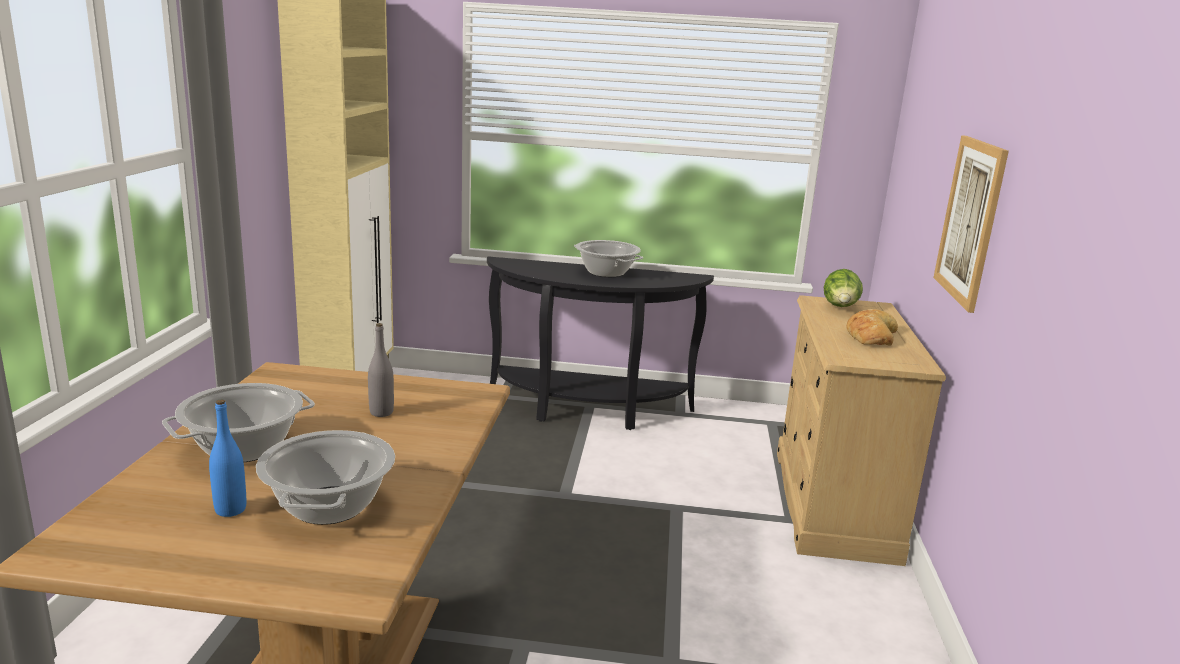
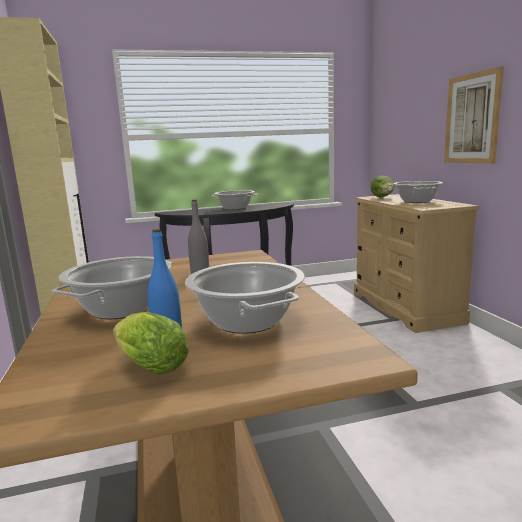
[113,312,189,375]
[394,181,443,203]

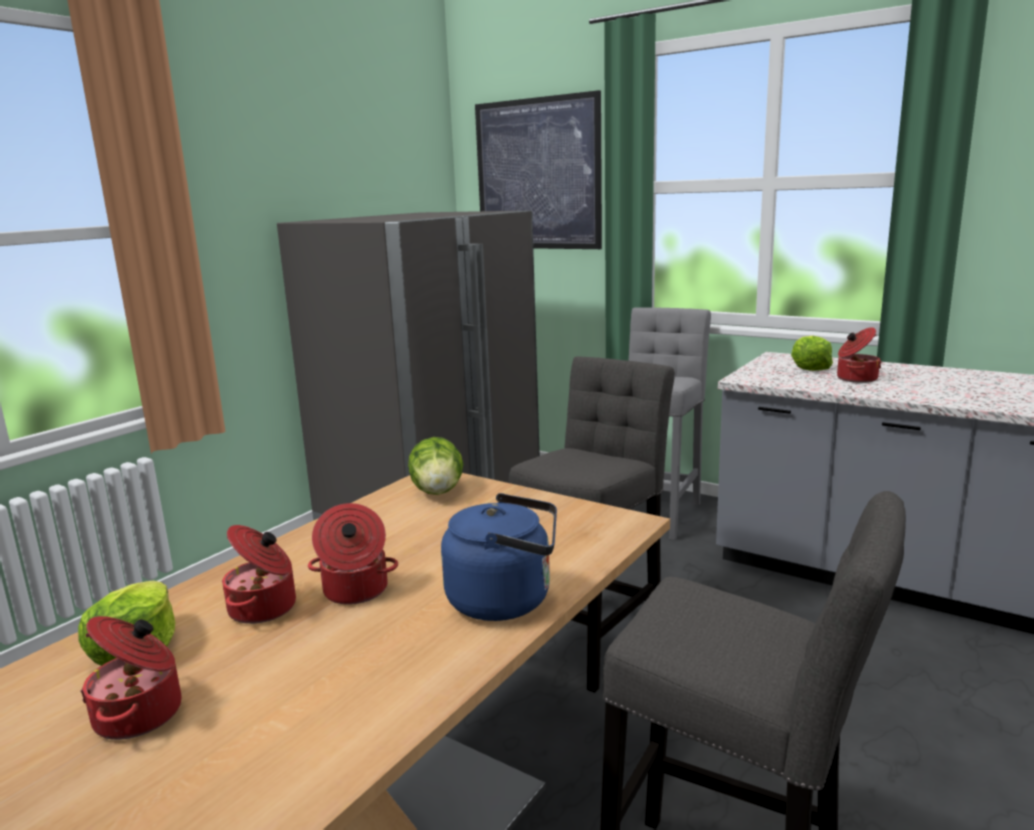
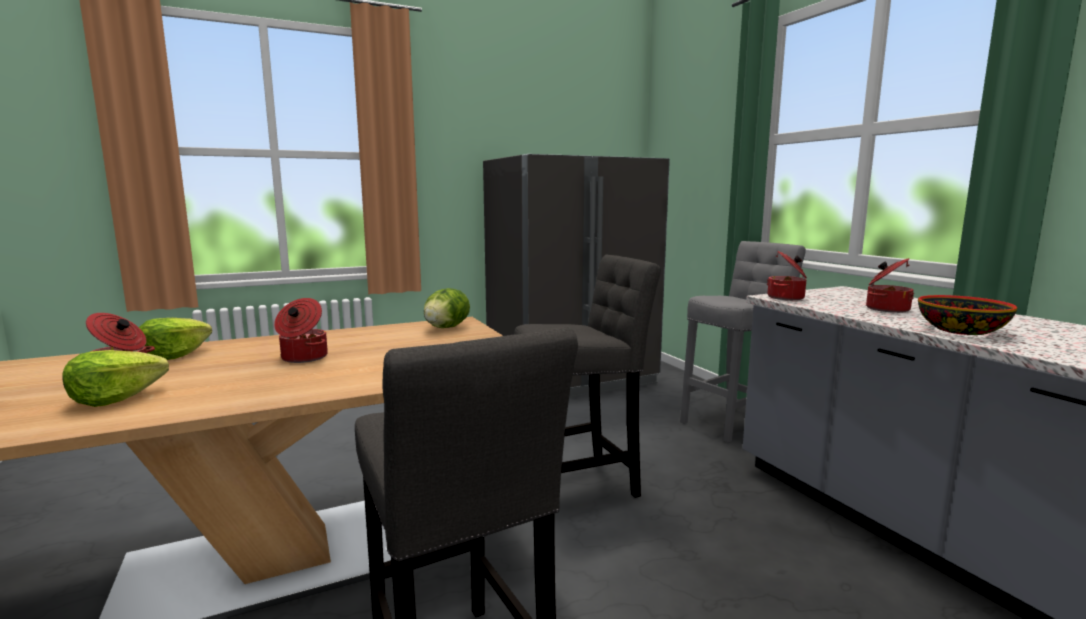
[62,350,169,407]
[767,251,807,300]
[918,295,1017,335]
[441,493,557,621] (first image)
[475,90,602,249] (first image)

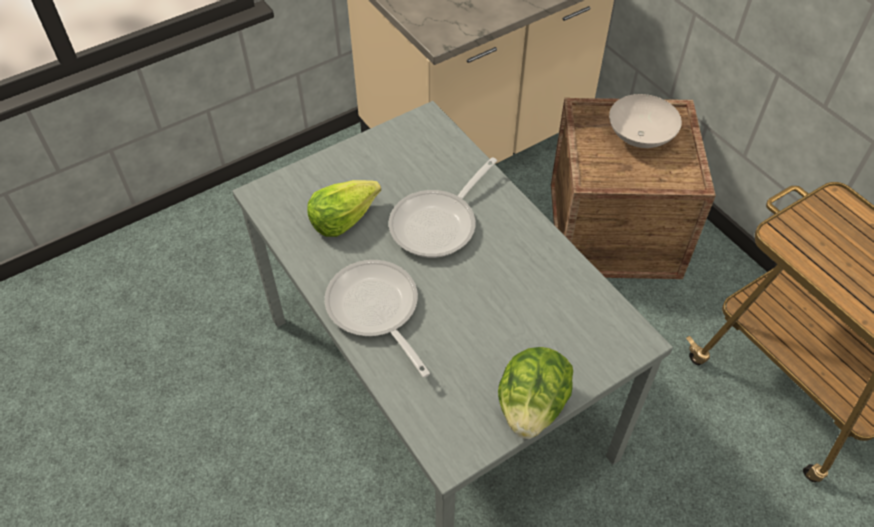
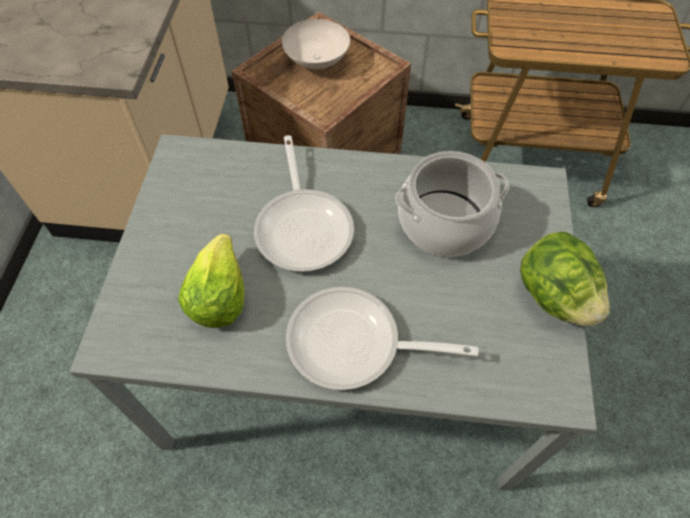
[395,151,509,257]

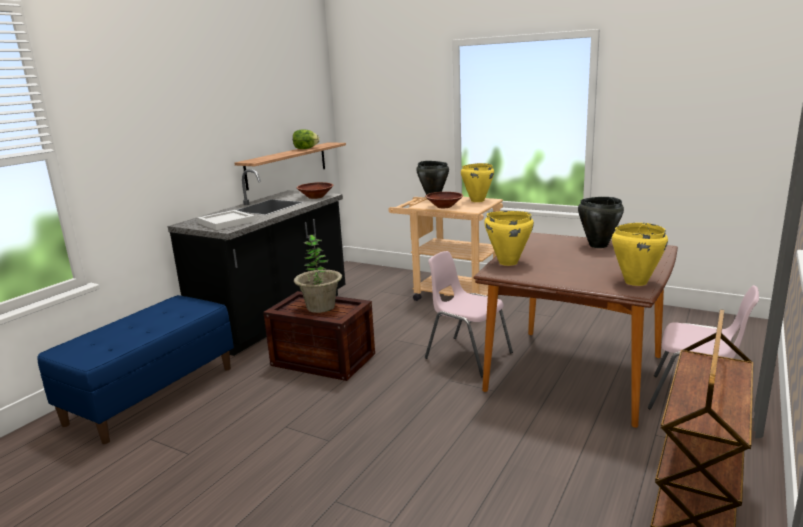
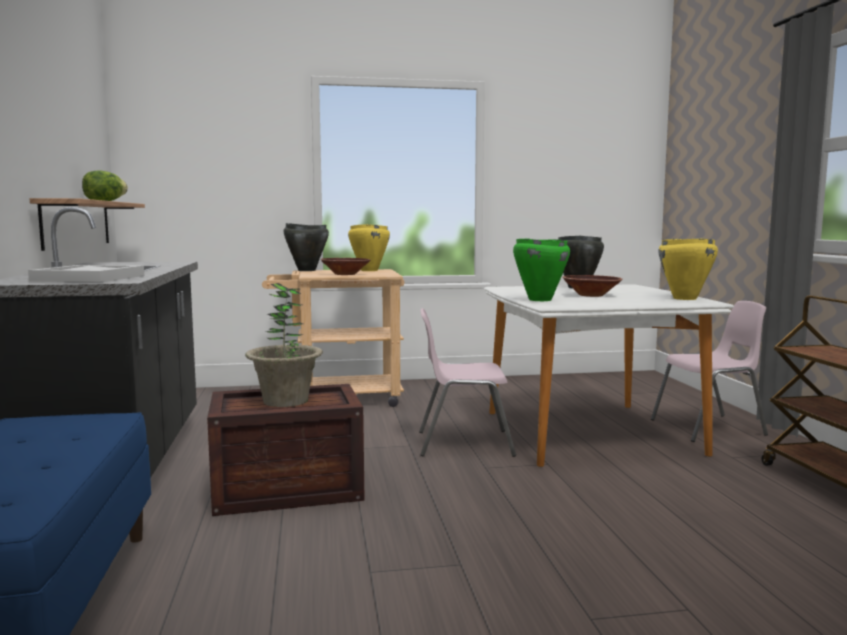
[484,284,734,467]
[513,238,570,301]
[562,275,622,297]

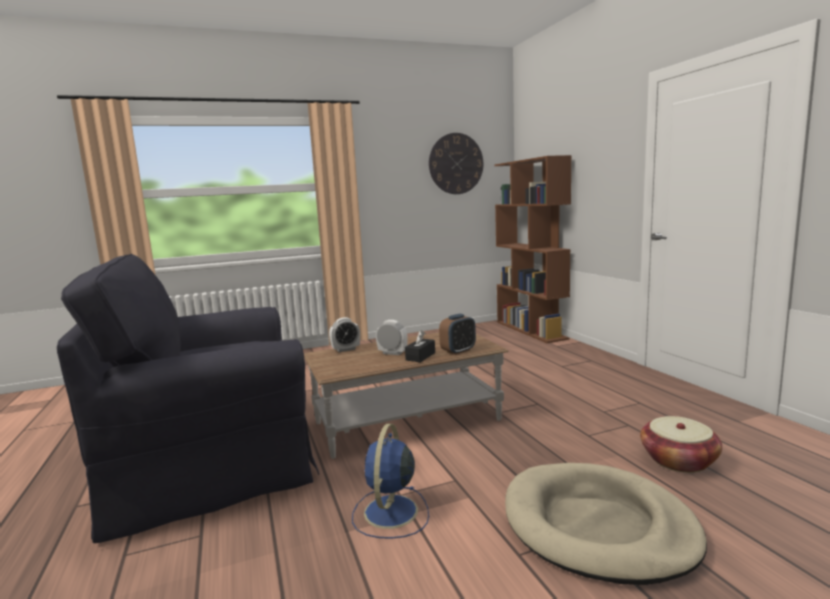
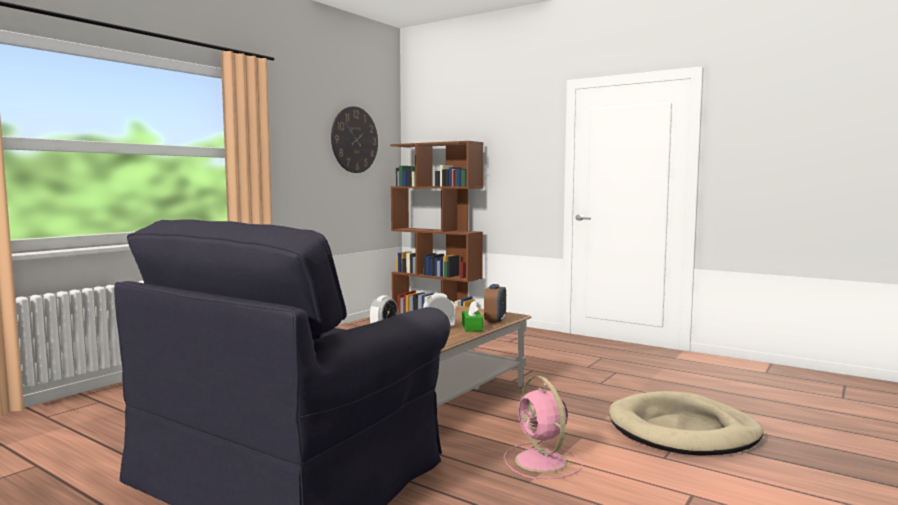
[462,301,483,332]
[504,376,582,479]
[640,416,722,473] (first image)

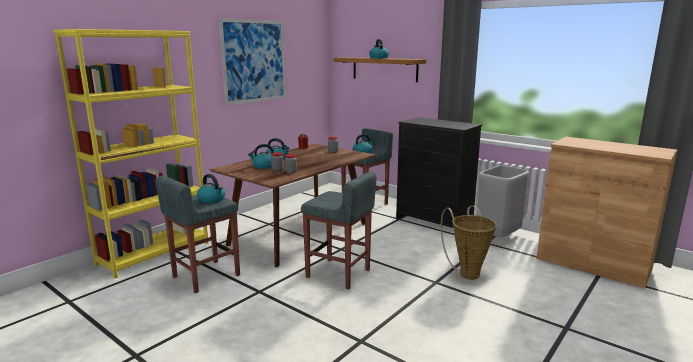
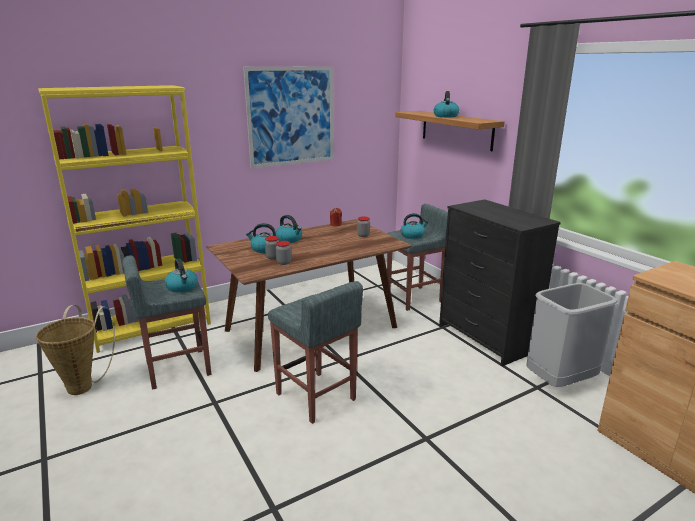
[36,305,115,395]

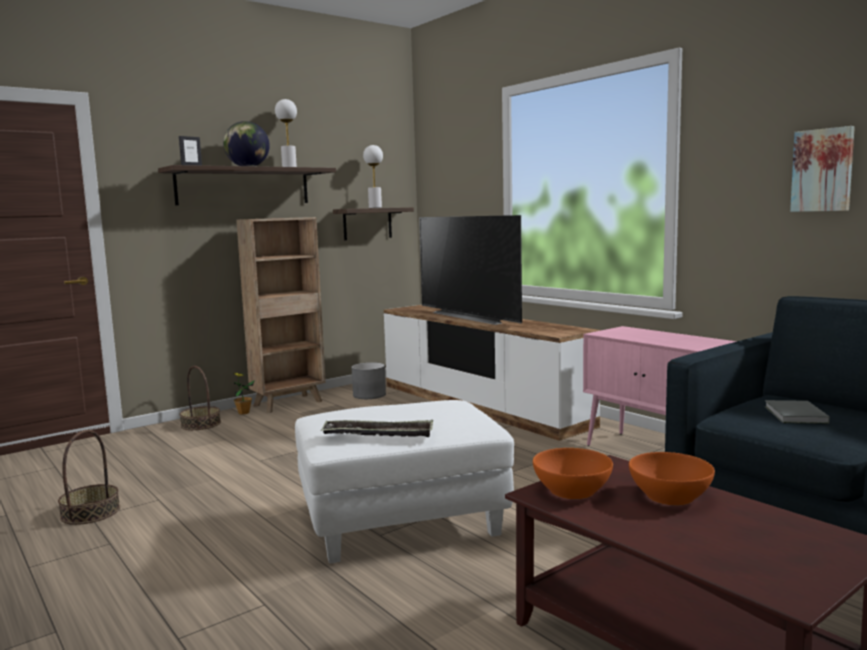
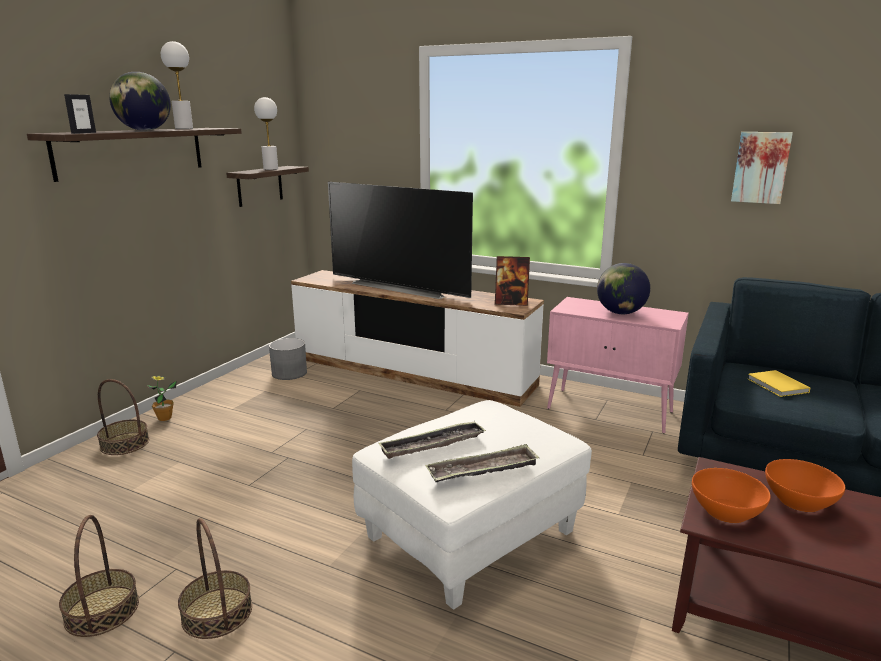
[178,518,252,639]
[379,421,486,459]
[495,256,530,306]
[597,263,650,314]
[747,370,810,397]
[236,217,326,413] (first image)

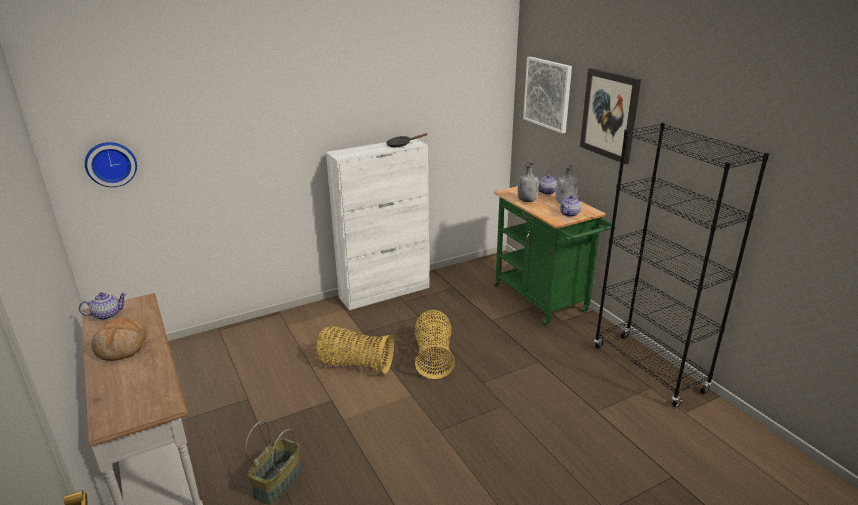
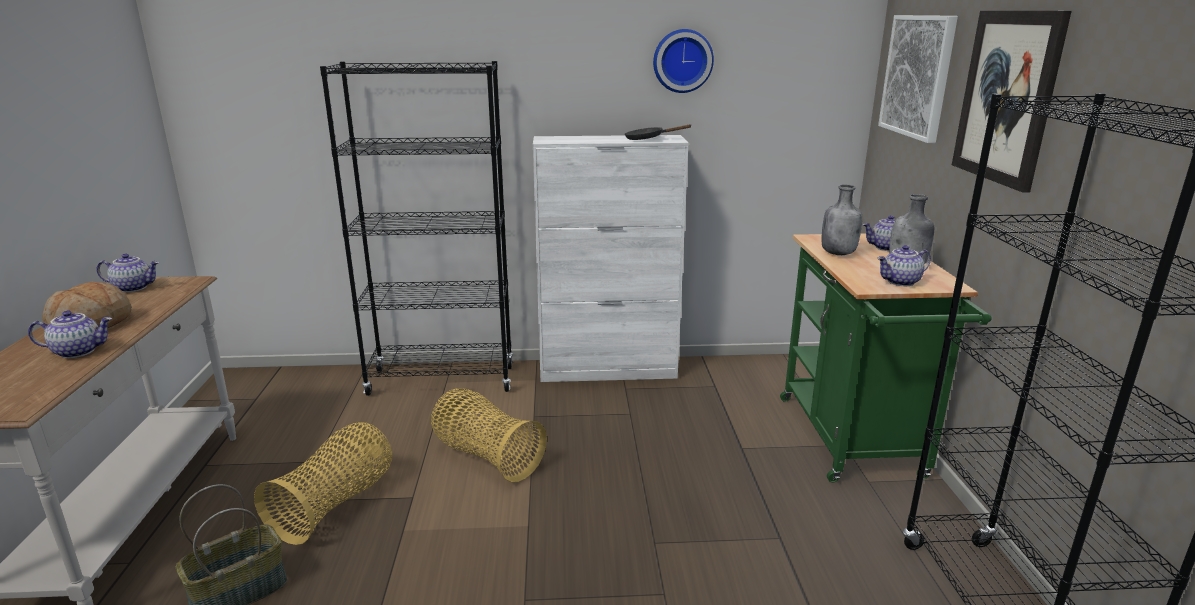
[28,310,112,358]
[254,422,392,545]
[320,61,513,396]
[653,29,714,93]

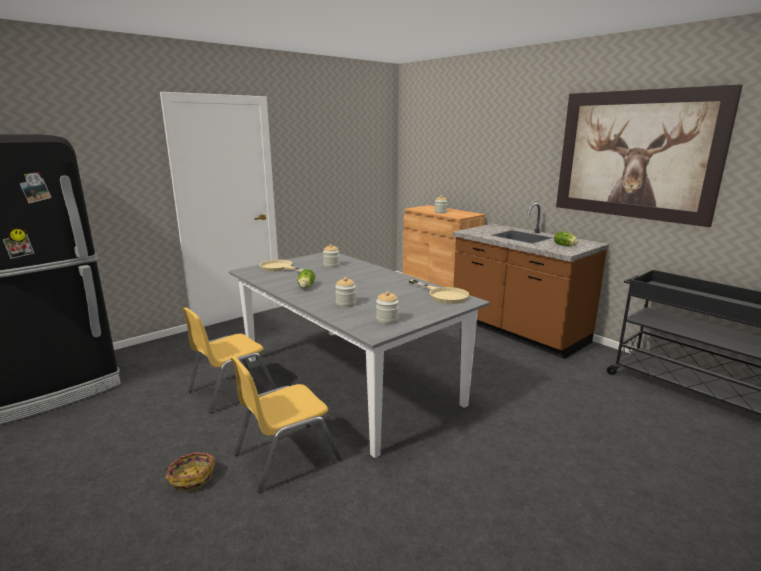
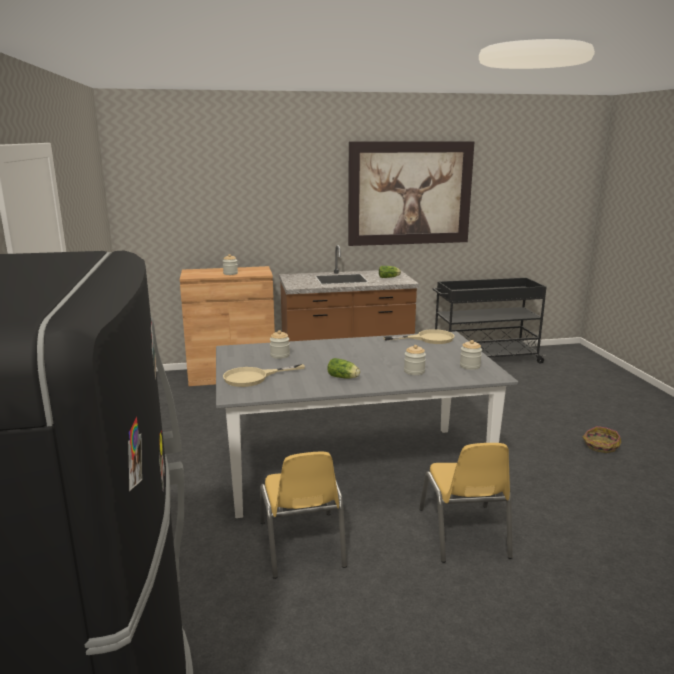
[582,426,621,453]

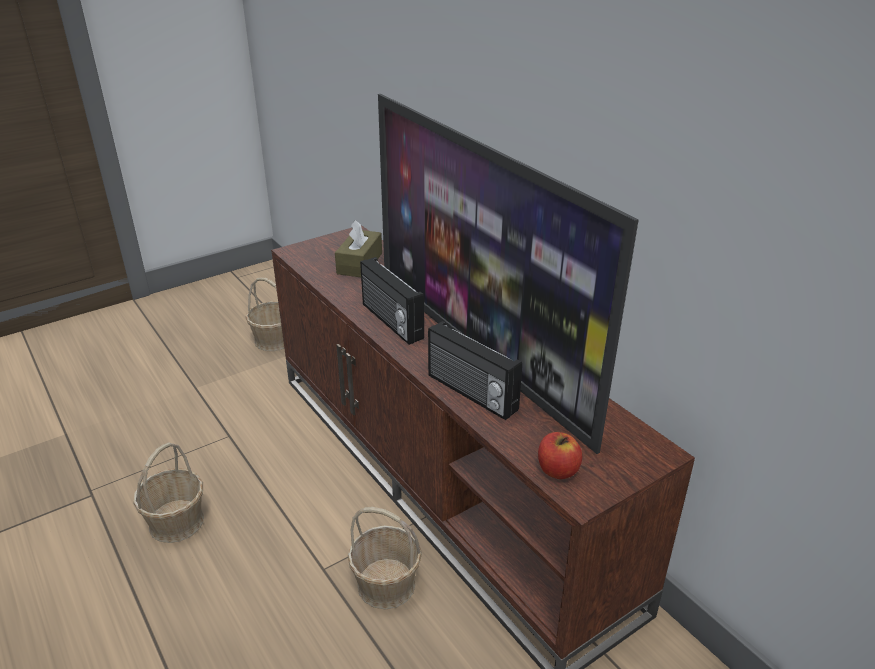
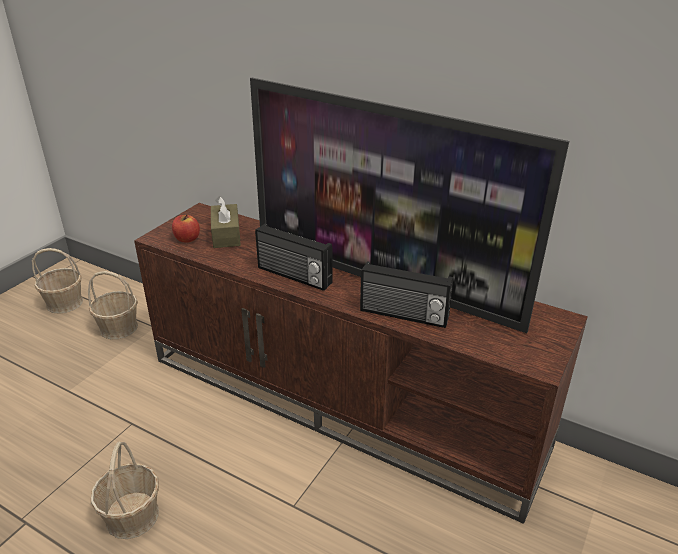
[32,248,83,314]
[172,214,200,243]

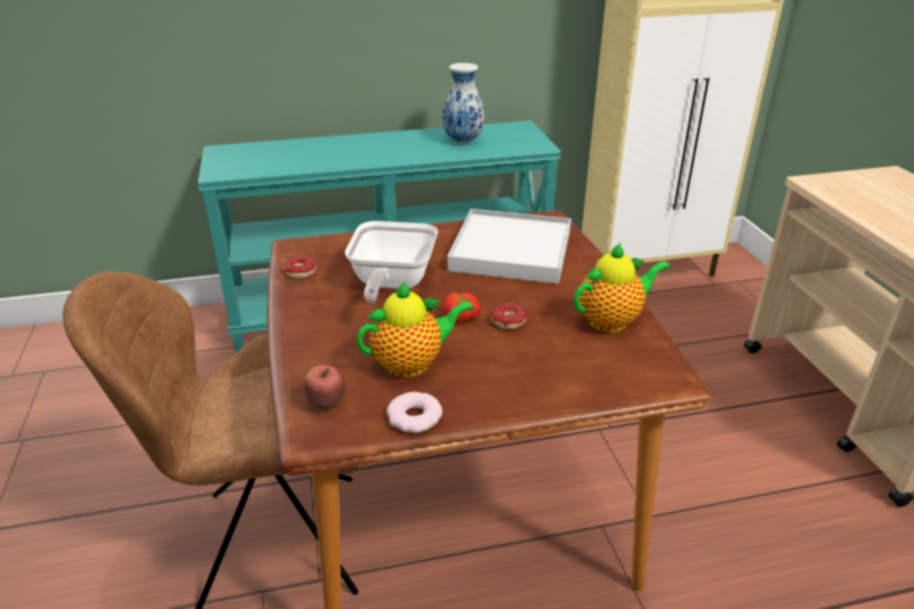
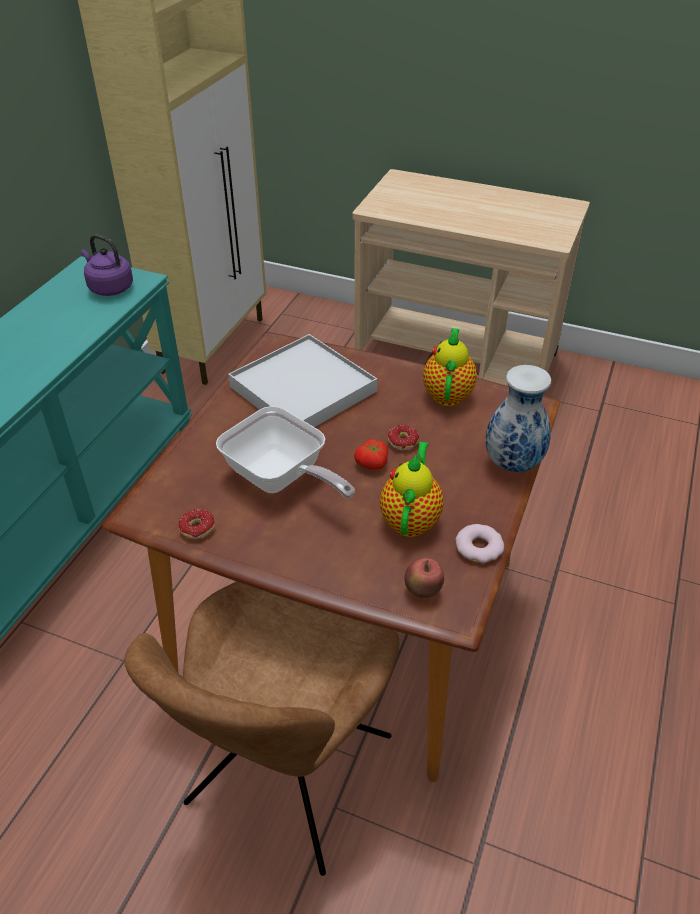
[81,234,133,296]
[485,365,551,472]

